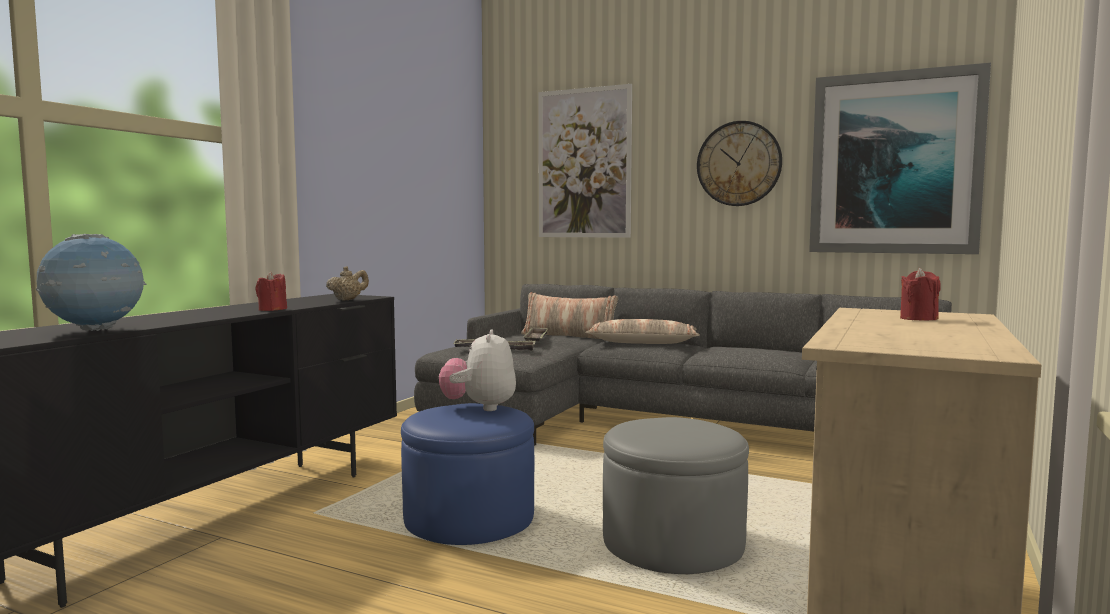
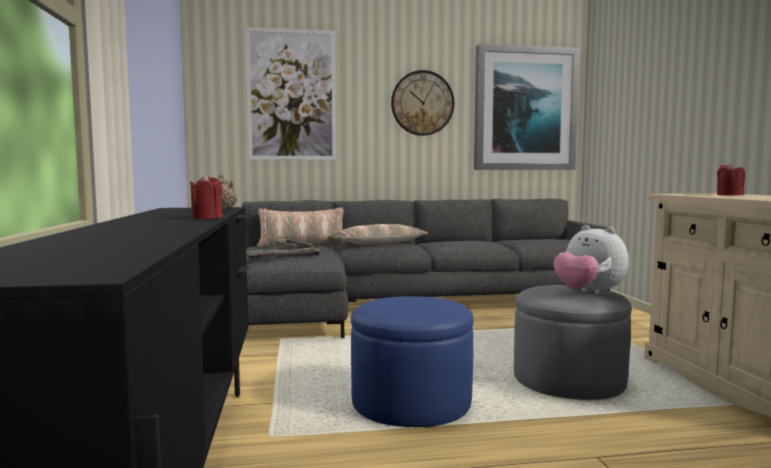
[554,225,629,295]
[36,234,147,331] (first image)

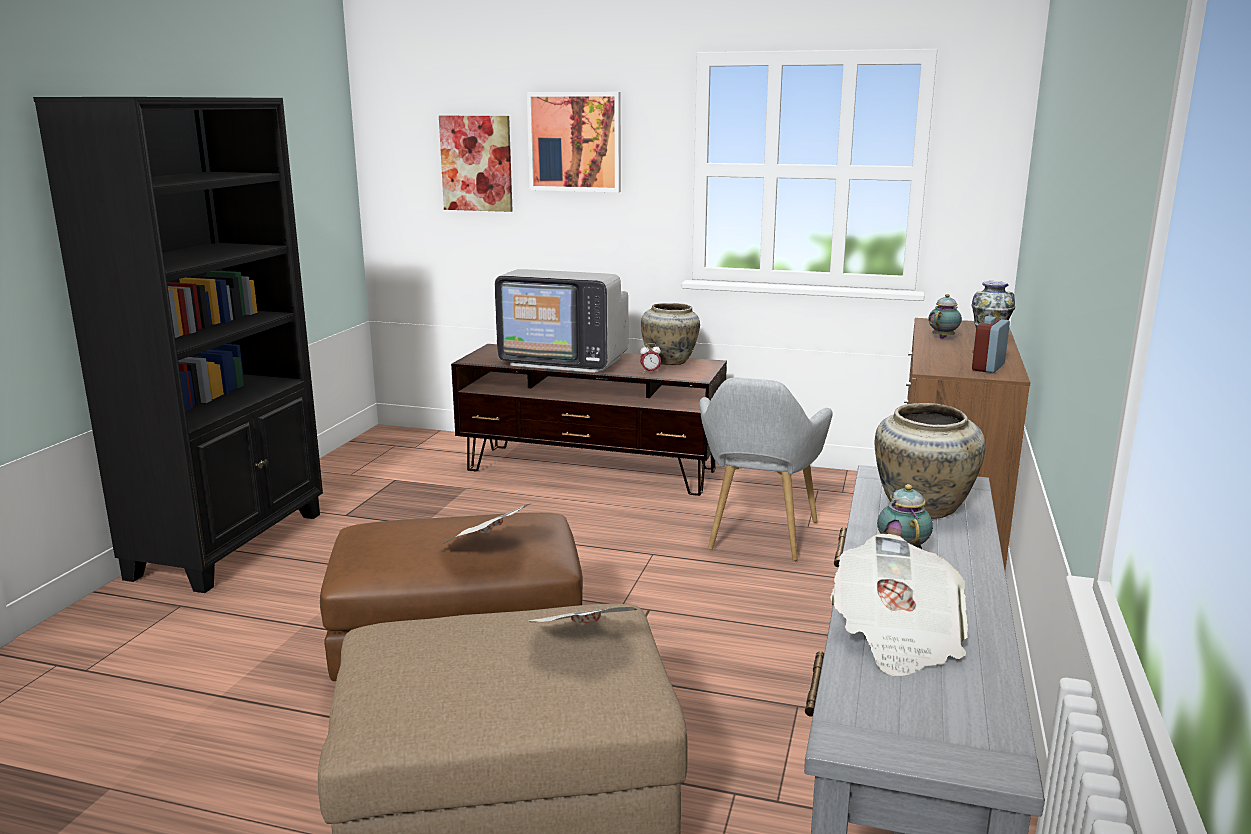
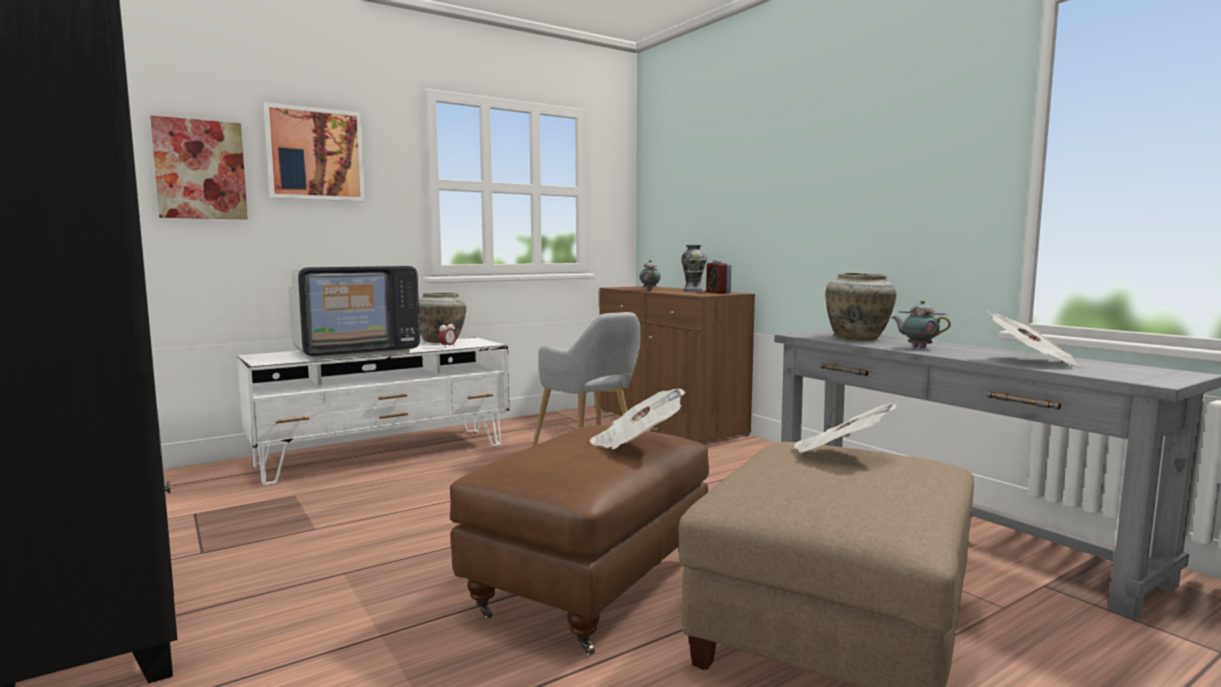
[237,337,509,485]

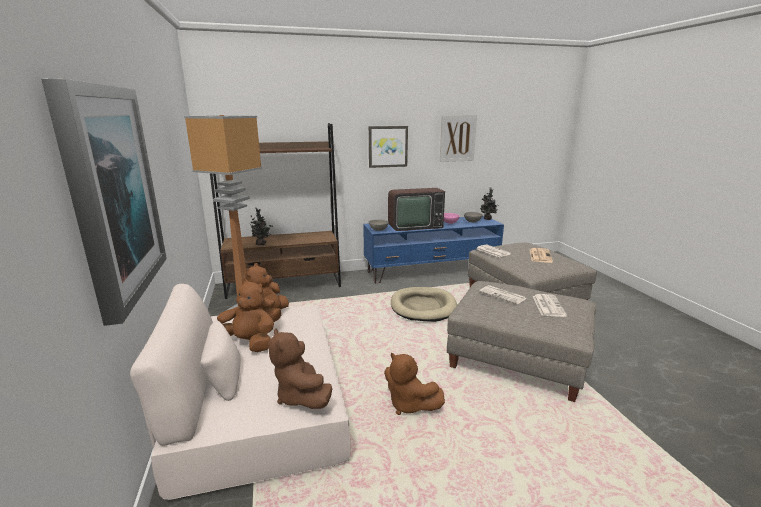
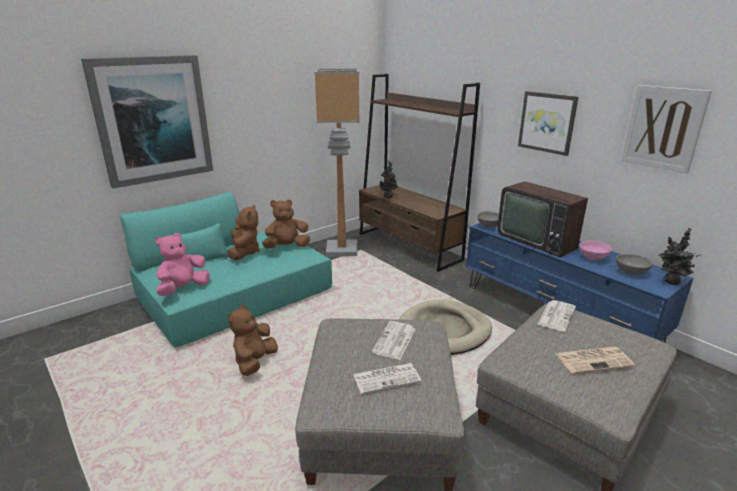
[120,192,332,348]
[155,233,210,296]

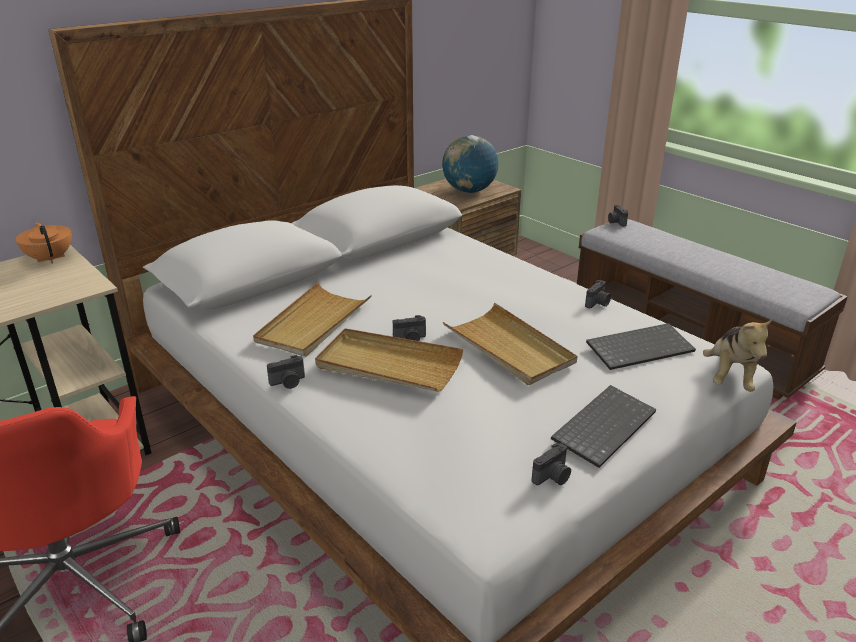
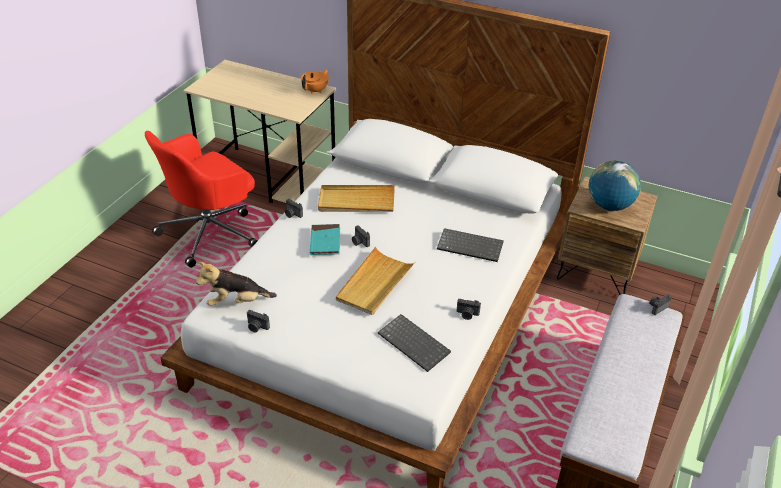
[196,262,277,306]
[310,224,340,255]
[437,228,504,262]

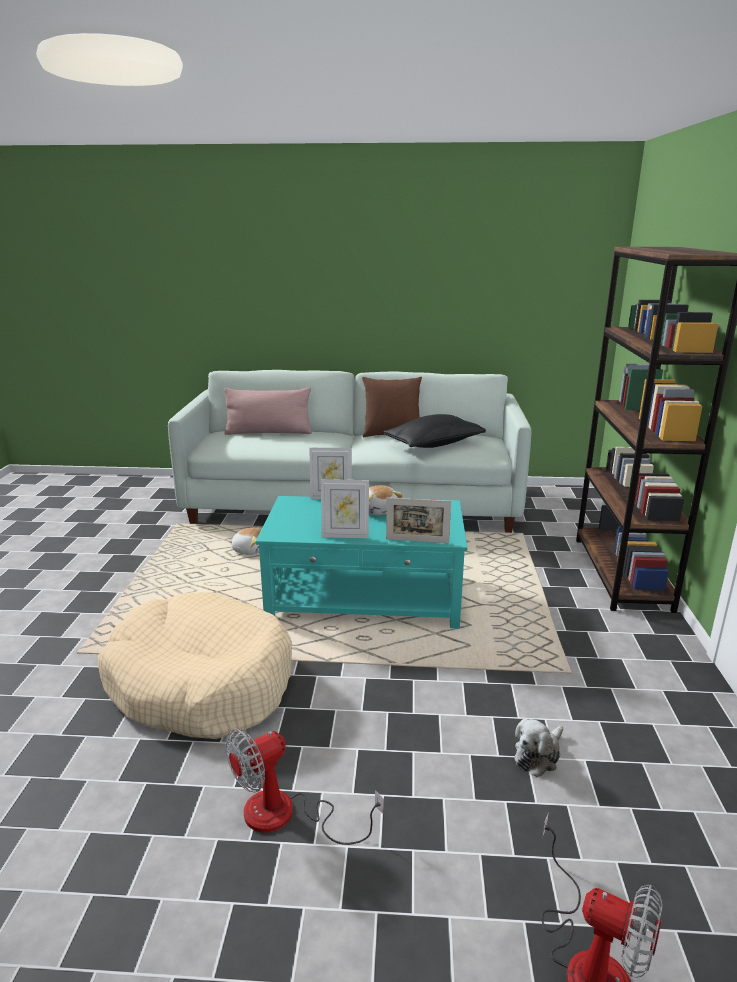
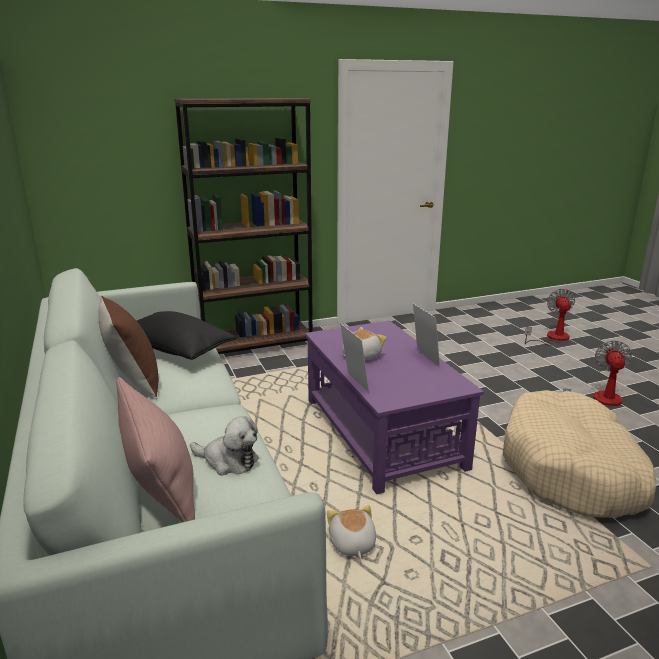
[190,416,259,476]
[305,320,484,494]
[563,340,632,409]
[386,498,451,543] (first image)

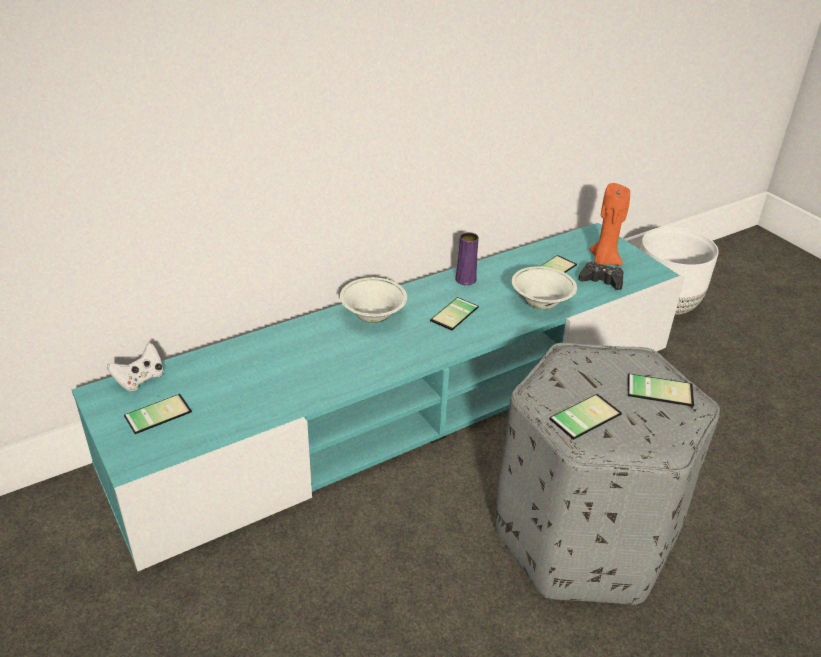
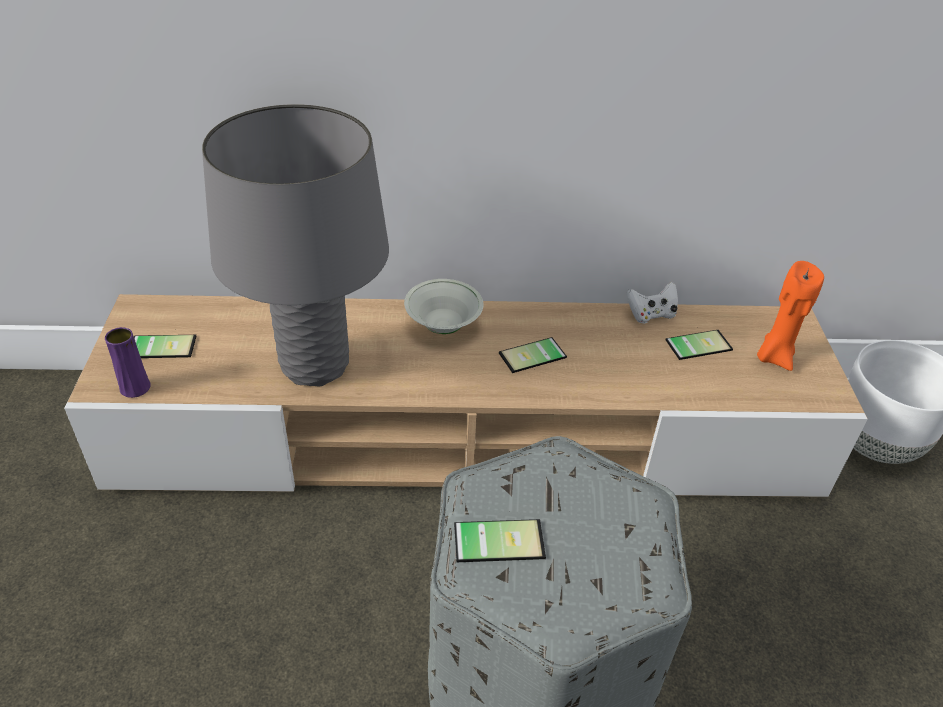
[64,294,868,497]
[105,327,151,398]
[202,104,389,386]
[626,282,678,324]
[512,266,577,310] (first image)
[578,261,624,290] (first image)
[628,374,694,407] (first image)

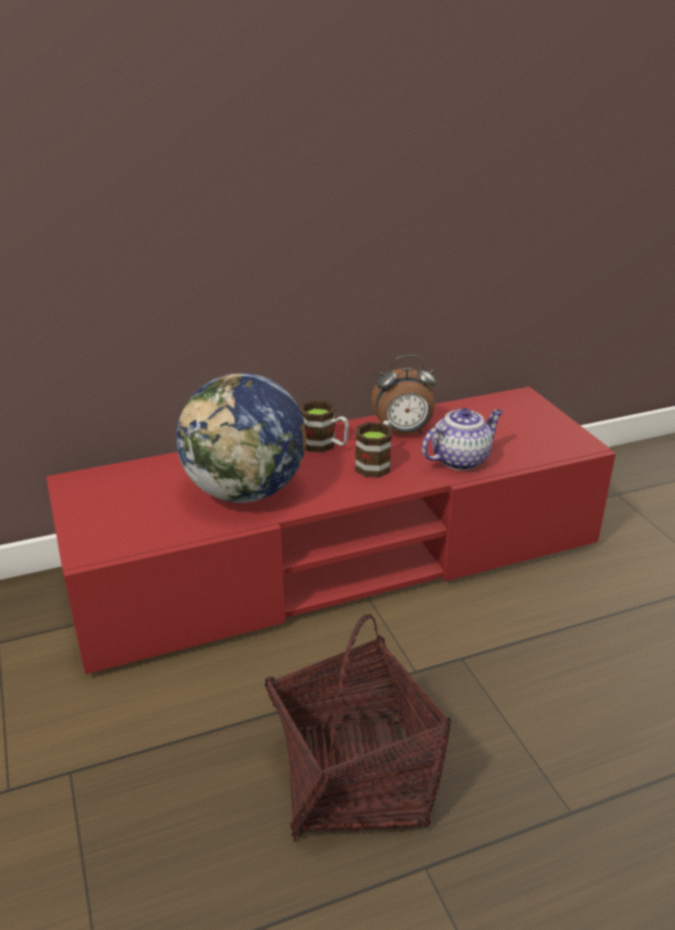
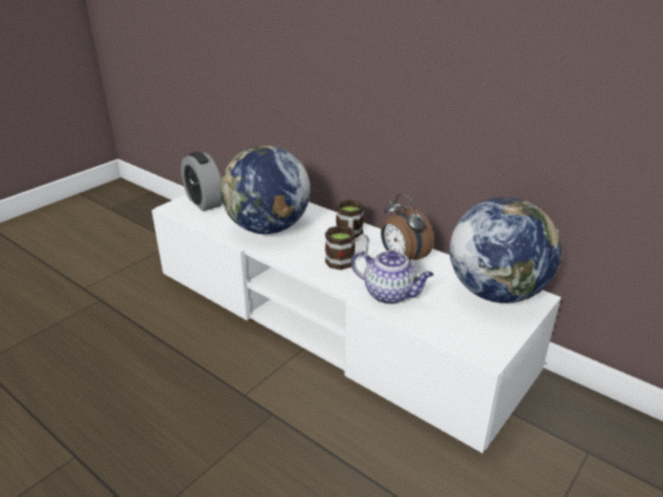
[152,194,561,453]
[181,151,222,211]
[450,197,561,303]
[264,613,451,842] (first image)

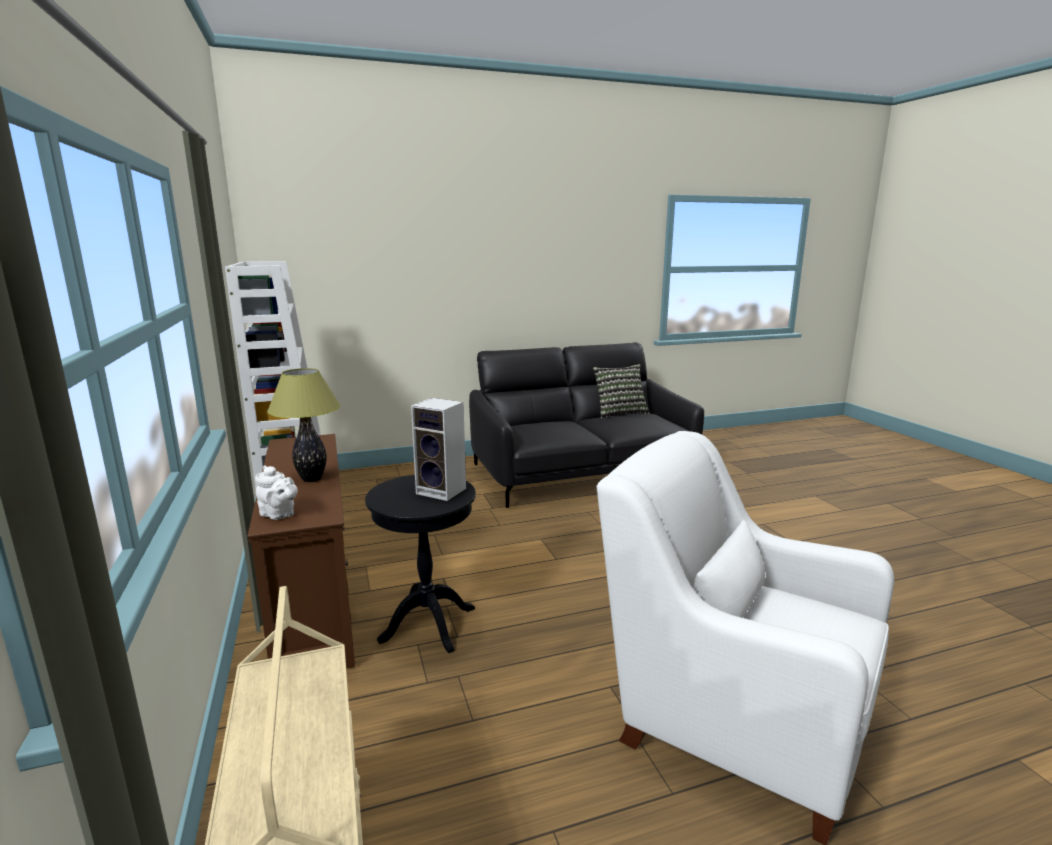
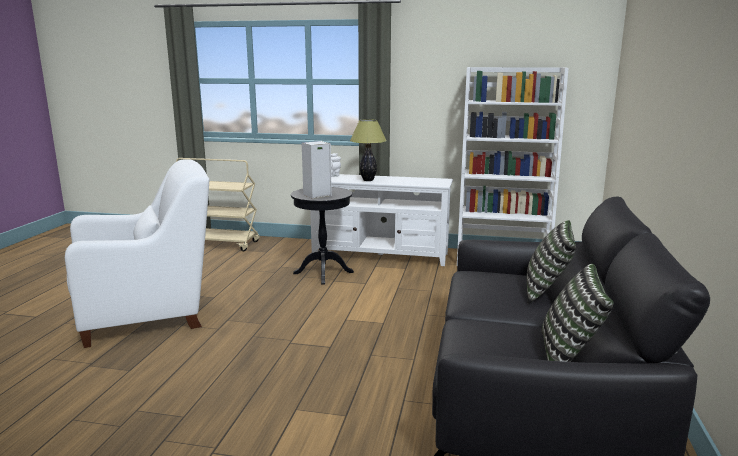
[310,174,453,266]
[527,220,576,304]

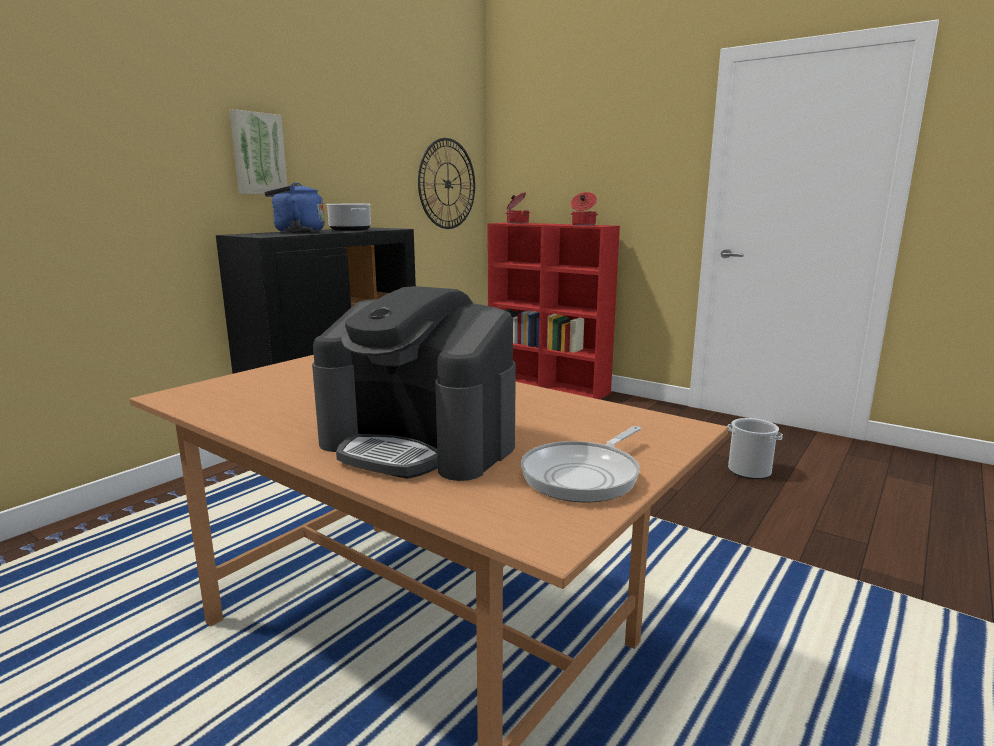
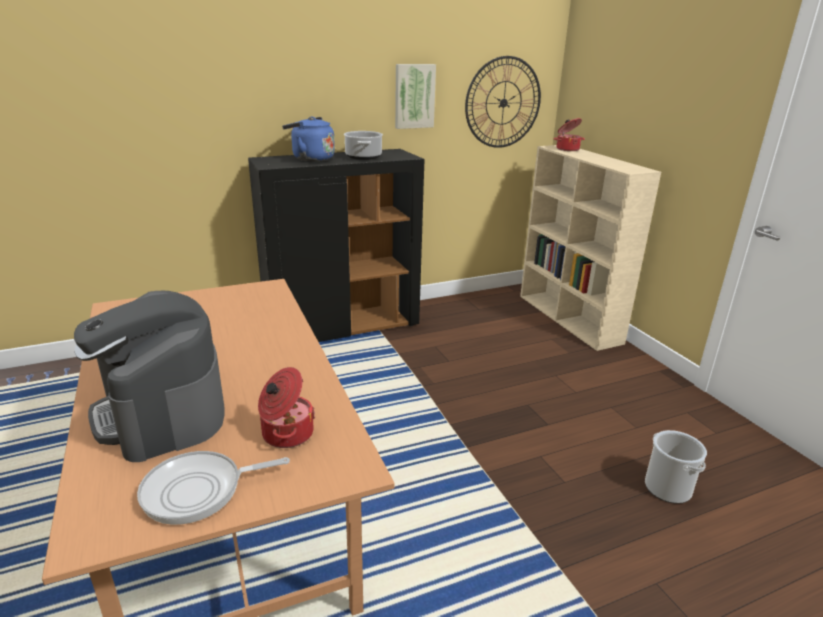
[258,367,315,448]
[395,64,436,129]
[520,145,661,351]

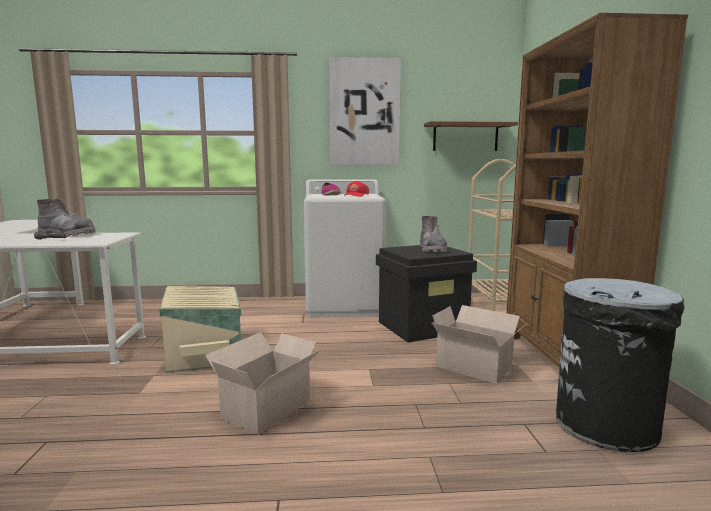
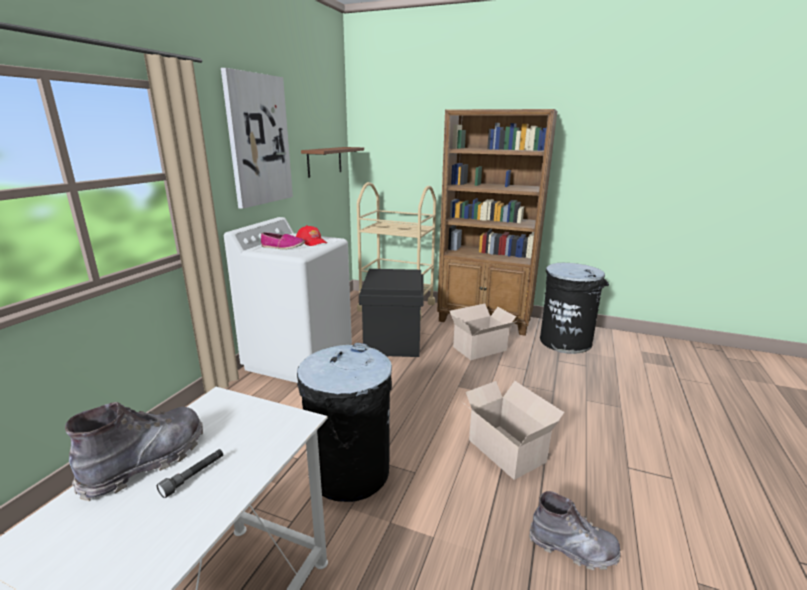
[297,343,392,502]
[529,491,620,570]

